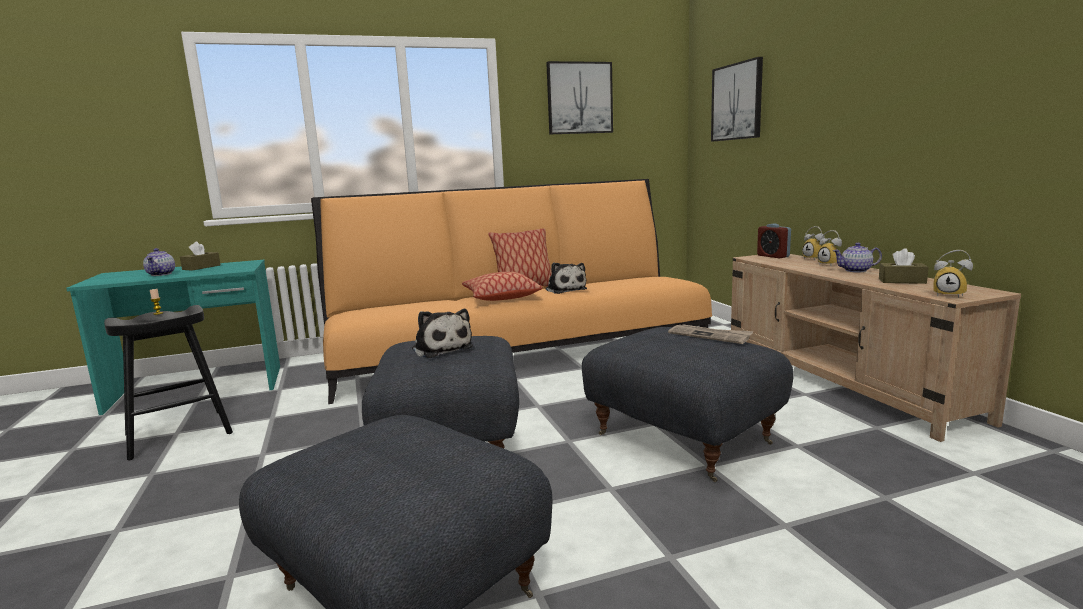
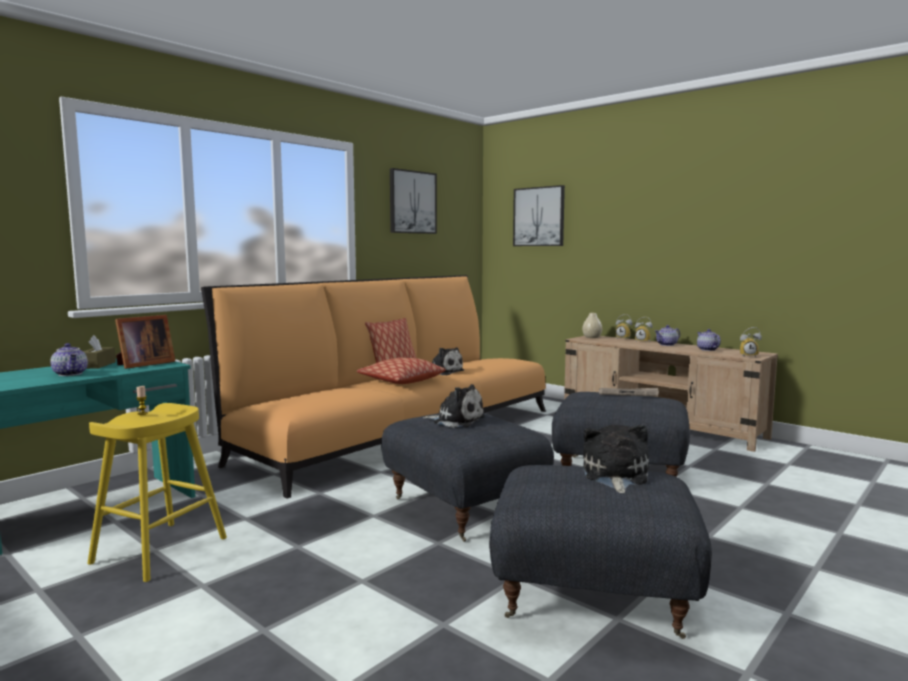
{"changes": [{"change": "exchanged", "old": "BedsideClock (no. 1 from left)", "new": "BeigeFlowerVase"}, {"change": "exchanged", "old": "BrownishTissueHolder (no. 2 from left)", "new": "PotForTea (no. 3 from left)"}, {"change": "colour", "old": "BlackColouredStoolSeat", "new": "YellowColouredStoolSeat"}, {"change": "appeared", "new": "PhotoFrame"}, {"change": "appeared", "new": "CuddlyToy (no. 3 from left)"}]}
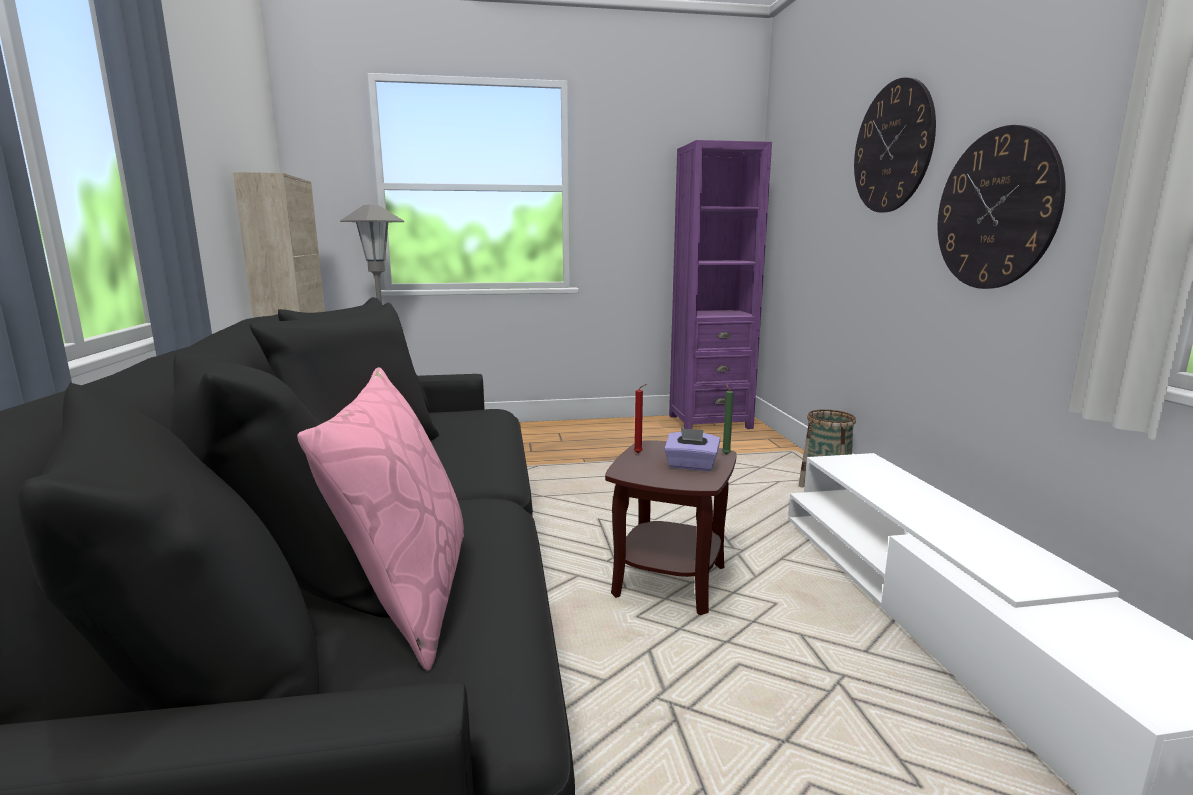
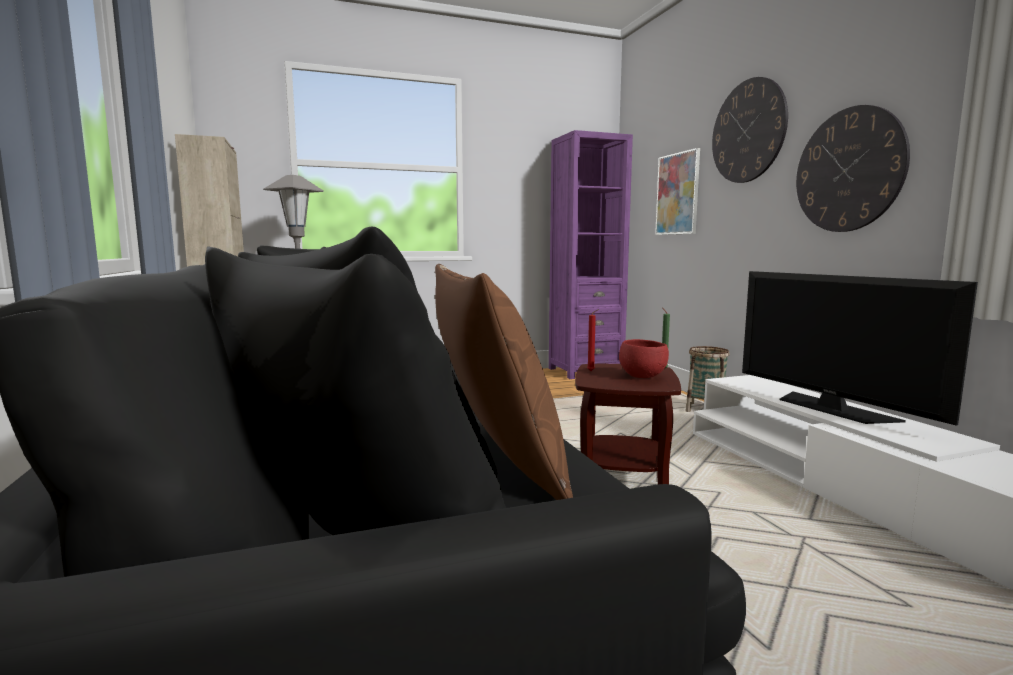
{"changes": [{"change": "colour", "old": "PinkishCushion", "new": "BrownishCushion"}, {"change": "exchanged", "old": "PurpleColouredTissueHolder", "new": "RedColouredDeepDish"}, {"change": "appeared", "new": "WallPicture"}, {"change": "appeared", "new": "TvSet"}]}
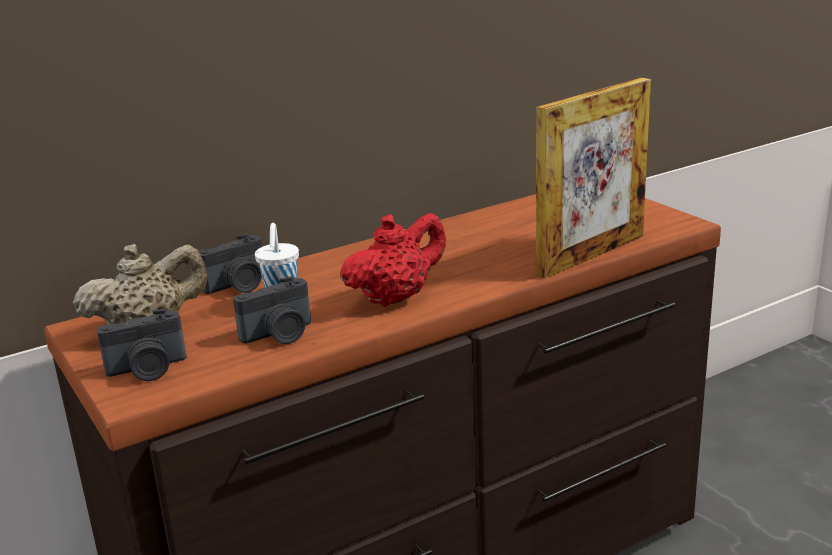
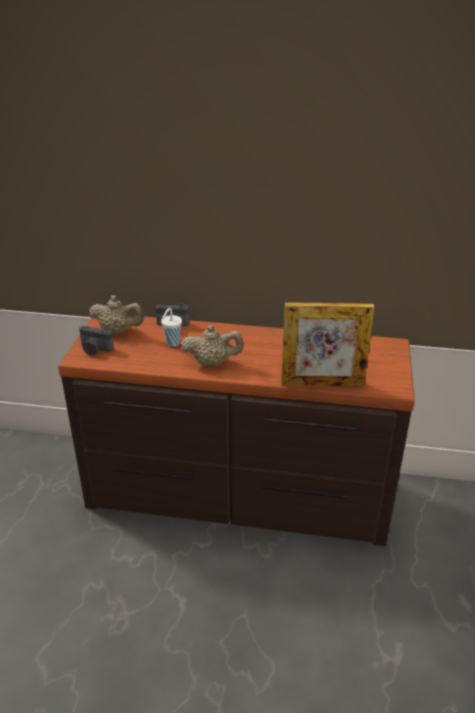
{"changes": [{"change": "colour", "old": "RedColouredPotForTea", "new": "BeigePotForTea (no. 2 from left)"}, {"change": "missing", "old": "PhotoCamera (no. 3 from left)"}]}
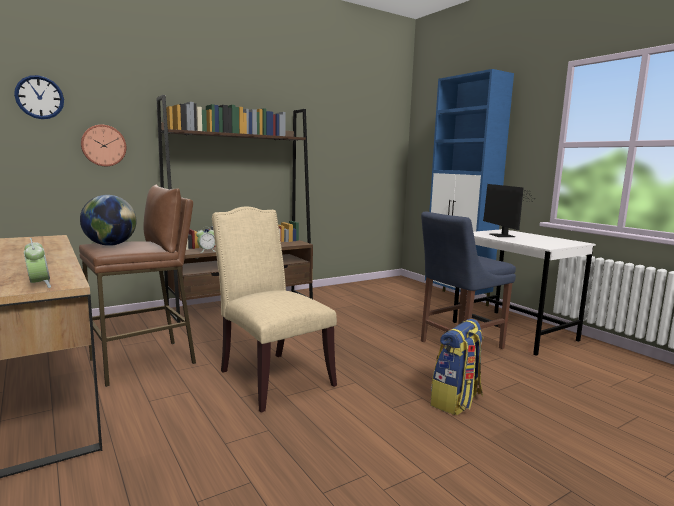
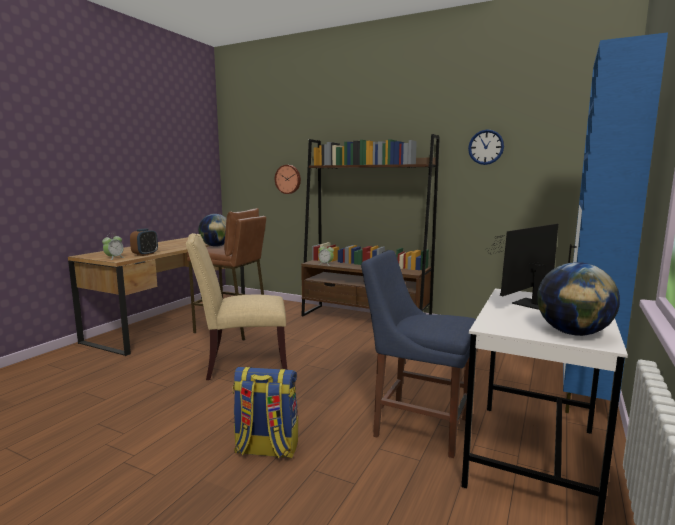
{"changes": [{"change": "relocated", "old": "WallClock (no. 1 from left in the first image)", "new": "WallClock (no. 2 from left)"}, {"change": "spun", "old": "BeigeUprightChair", "degrees": -120}, {"change": "appeared", "new": "BedsideClock (no. 2 from left)"}, {"change": "appeared", "new": "Globe (no. 2 from left)"}]}
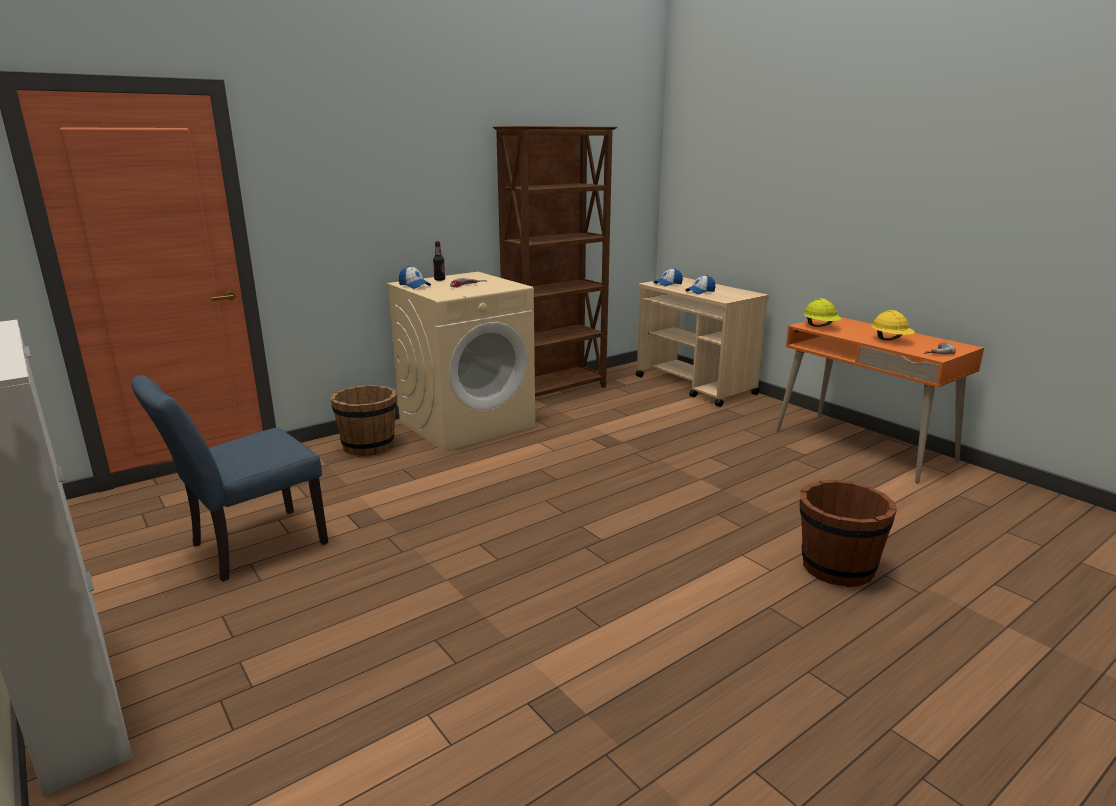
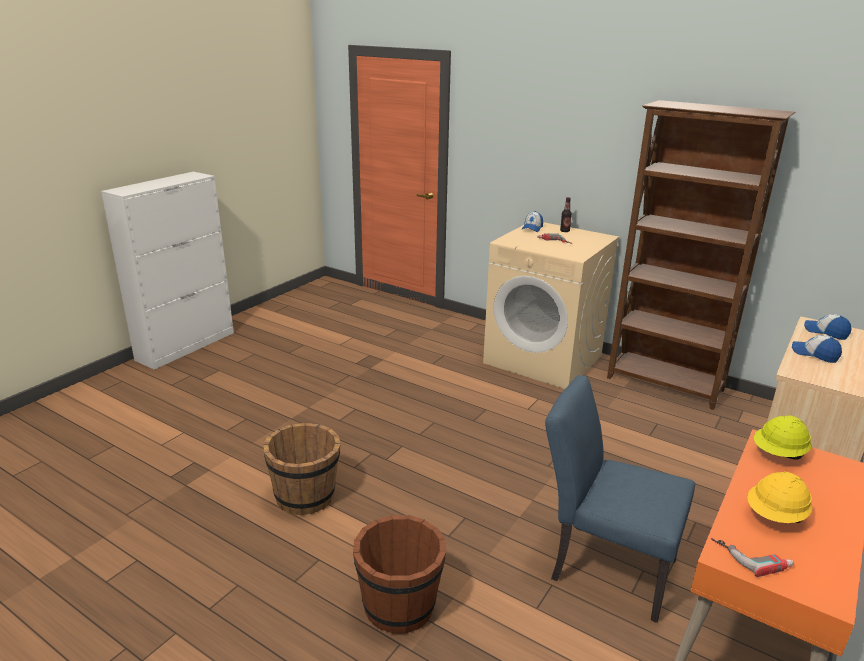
{"changes": [{"change": "relocated", "old": "BlueColouredUprightChair"}, {"change": "relocated", "old": "BrownishBucket (no. 1 from left)"}]}
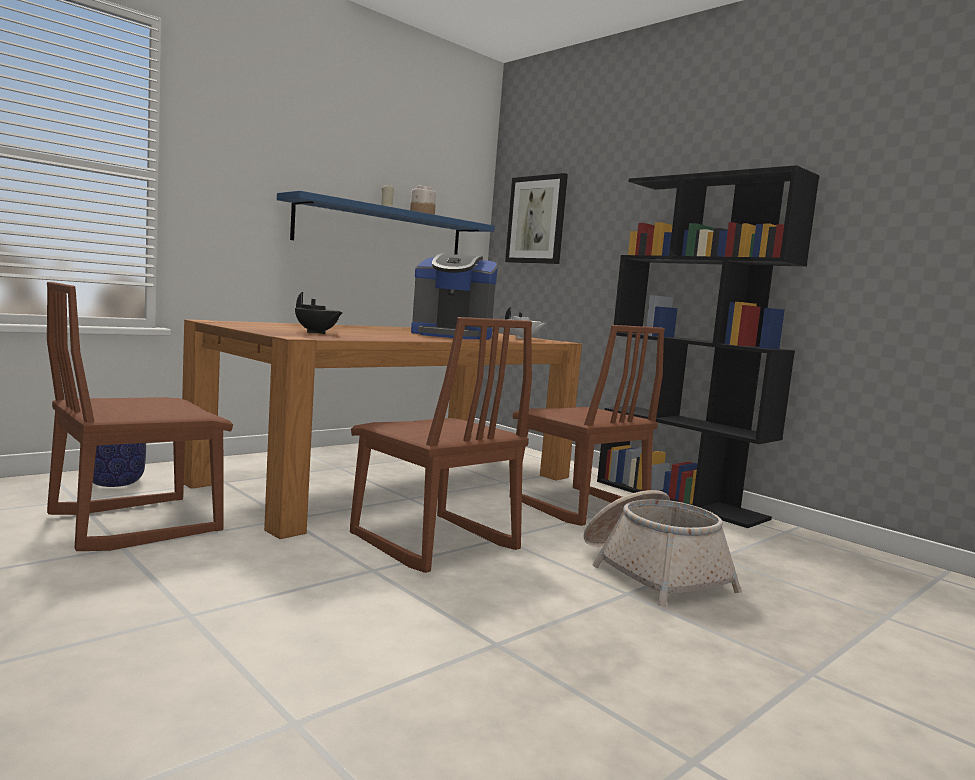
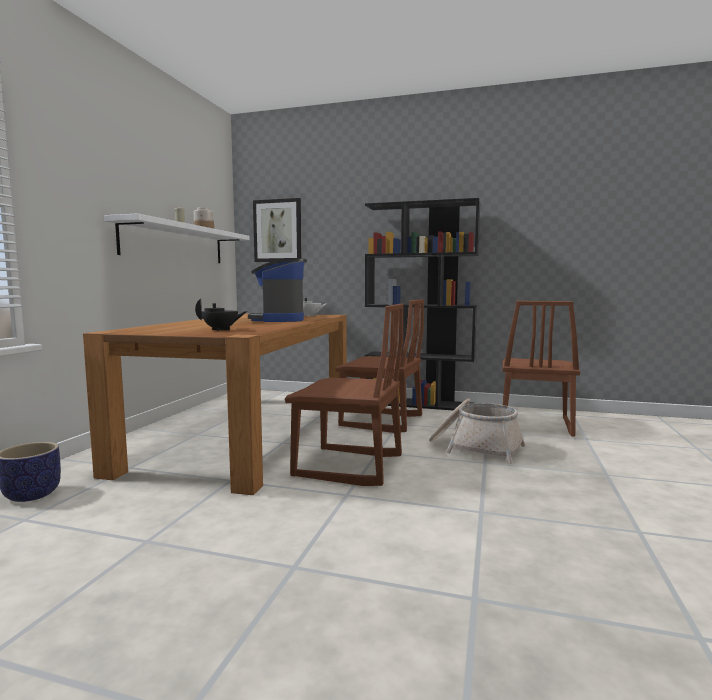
{"changes": [{"change": "colour", "old": "BlueColouredBracketShelf", "new": "WhiteBracketShelf"}, {"change": "spun", "old": "CoffeeBrewer", "degrees": 105}, {"change": "relocated", "old": "BrownishUprightChair (no. 1 from left in the first image)", "new": "BrownishUprightChair (no. 3 from left)"}]}
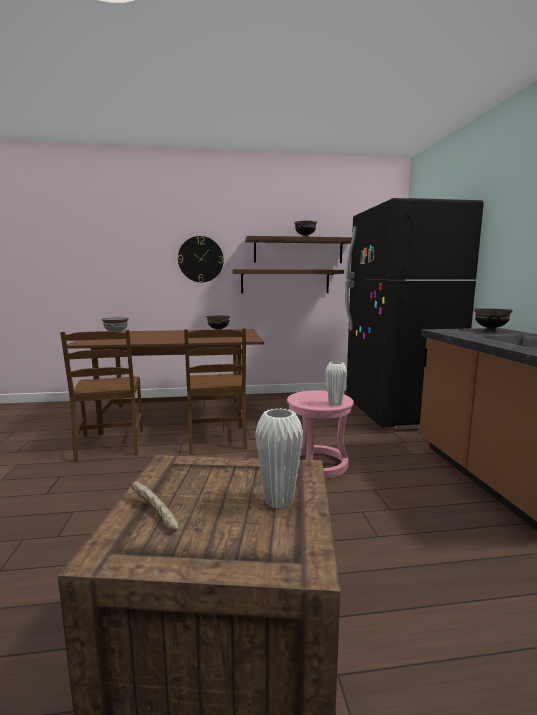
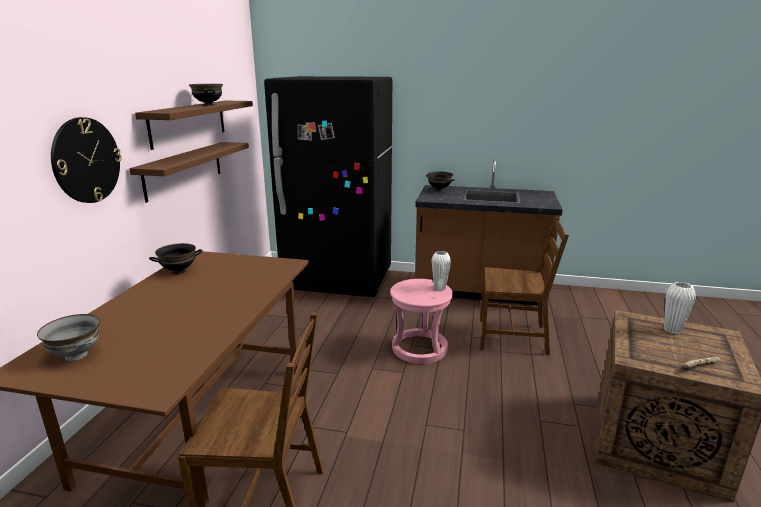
{"changes": [{"change": "relocated", "old": "BrownishUprightChair (no. 2 from left)"}]}
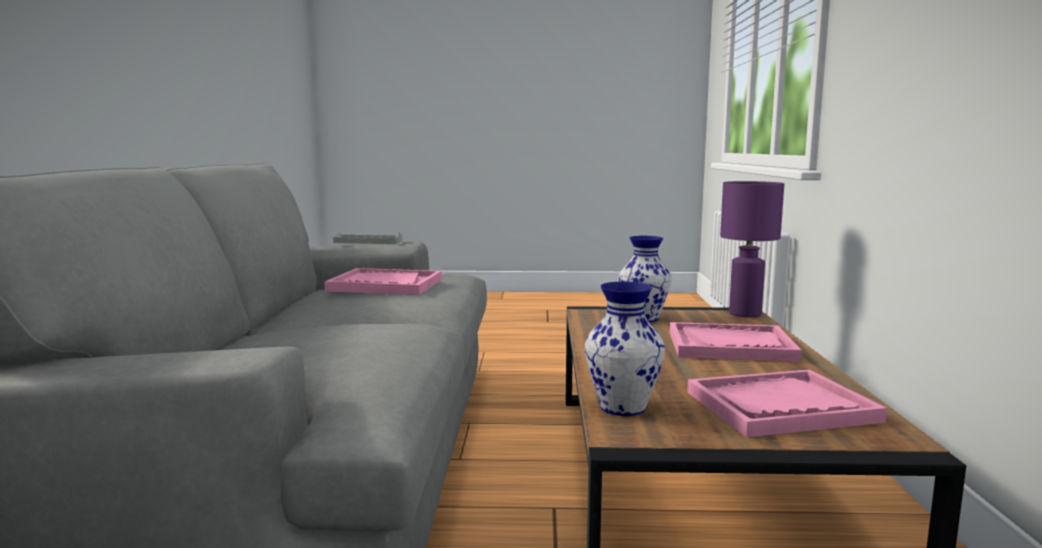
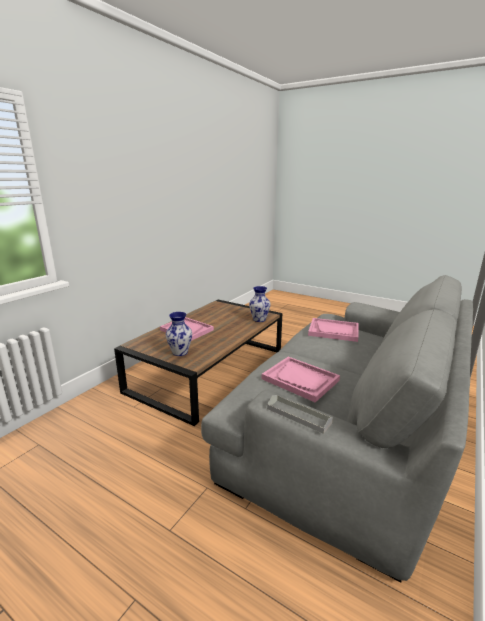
{"changes": [{"change": "missing", "old": "PurpleColouredLampForATable"}, {"change": "relocated", "old": "PinkishCarryingTray (no. 3 from left)"}]}
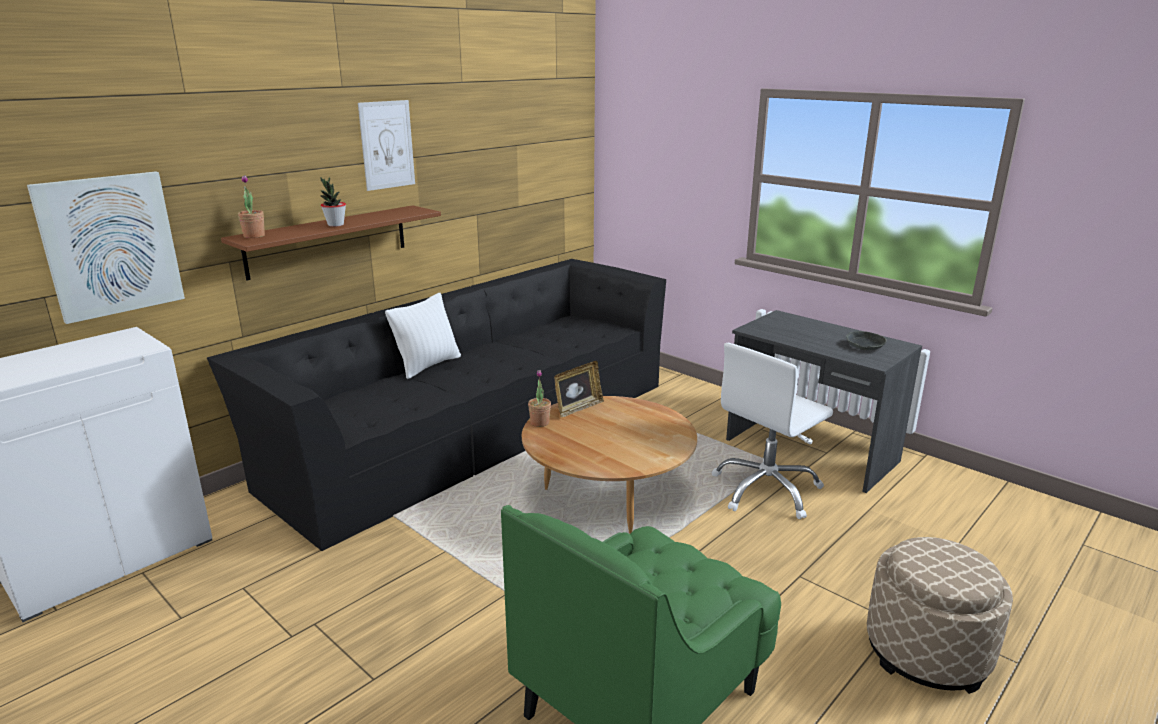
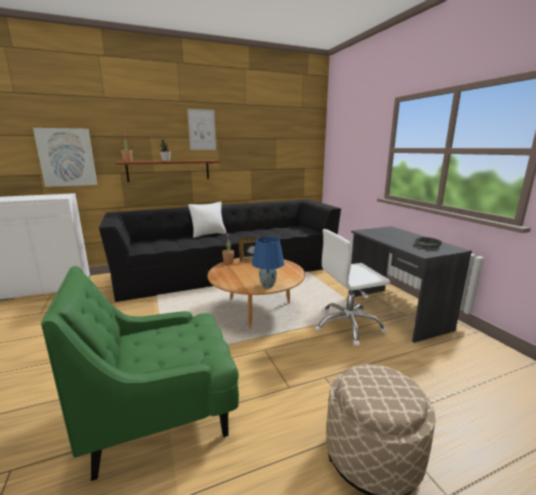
{"changes": [{"change": "appeared", "new": "BlueColouredLampForATable"}]}
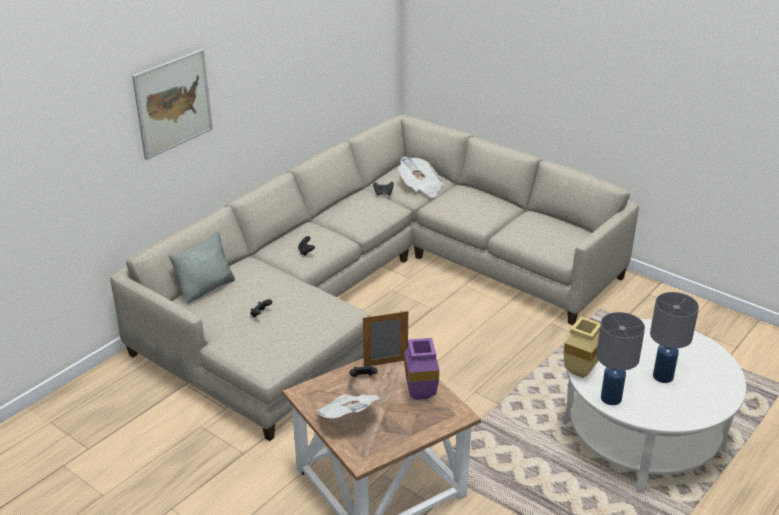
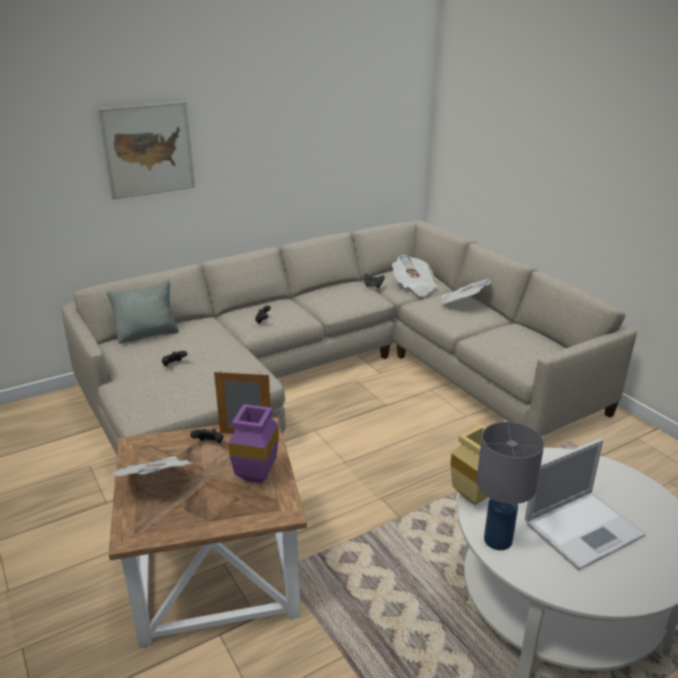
{"changes": [{"change": "exchanged", "old": "GreyLampForATable (no. 2 from left)", "new": "Laptop"}, {"change": "appeared", "new": "Newspaper (no. 3 from left)"}]}
